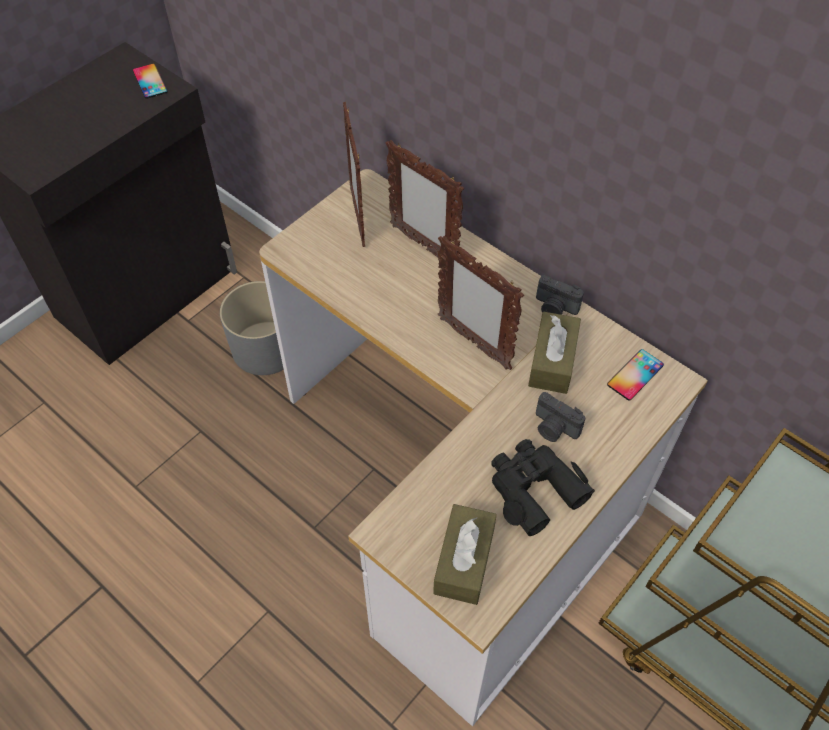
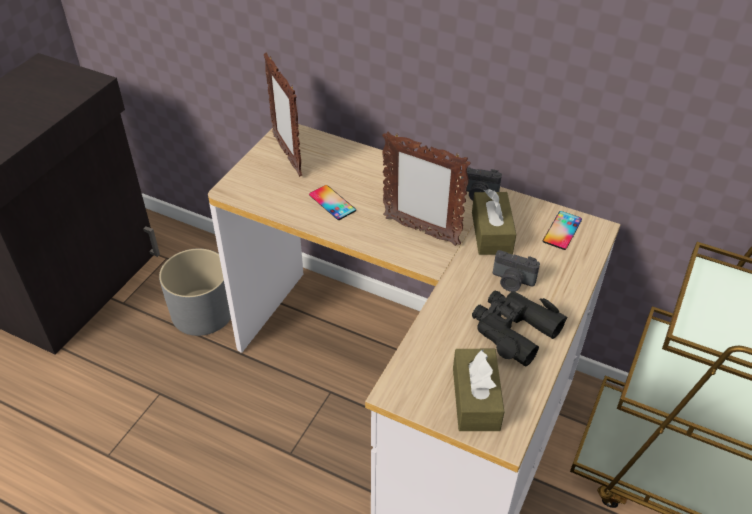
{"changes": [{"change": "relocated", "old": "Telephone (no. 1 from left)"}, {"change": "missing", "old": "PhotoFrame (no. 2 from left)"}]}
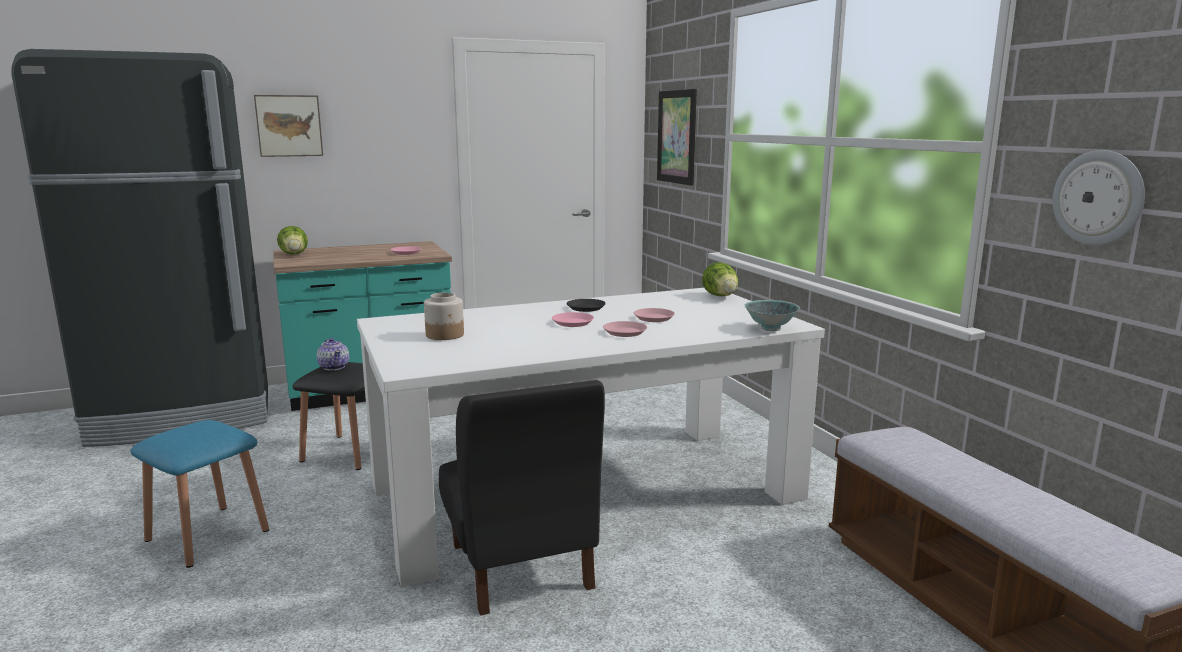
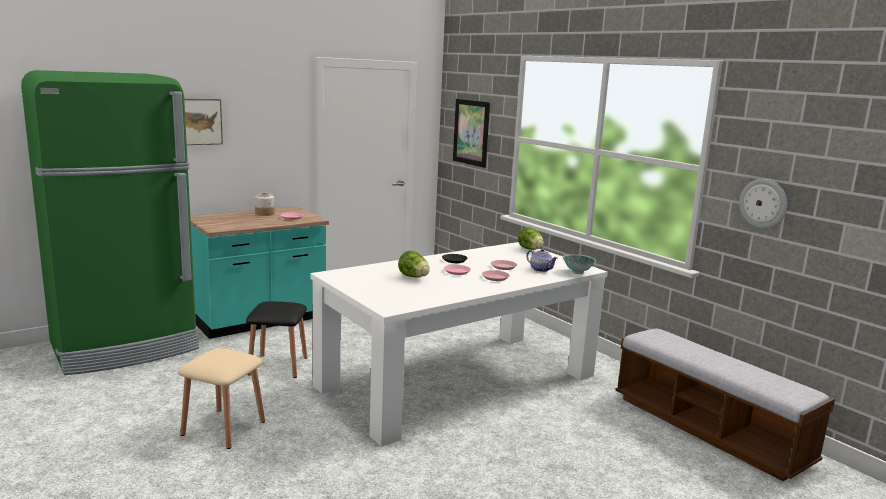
{"changes": [{"change": "colour", "old": "BlackColouredKitchenFridge", "new": "GreenColouredKitchenFridge"}, {"change": "relocated", "old": "Lettuce (no. 1 from left)"}, {"change": "relocated", "old": "Jar"}, {"change": "relocated", "old": "PotForTea"}, {"change": "missing", "old": "BlackColouredUprightChair"}, {"change": "colour", "old": "BlueColouredStoolSeat", "new": "BeigeStoolSeat"}]}
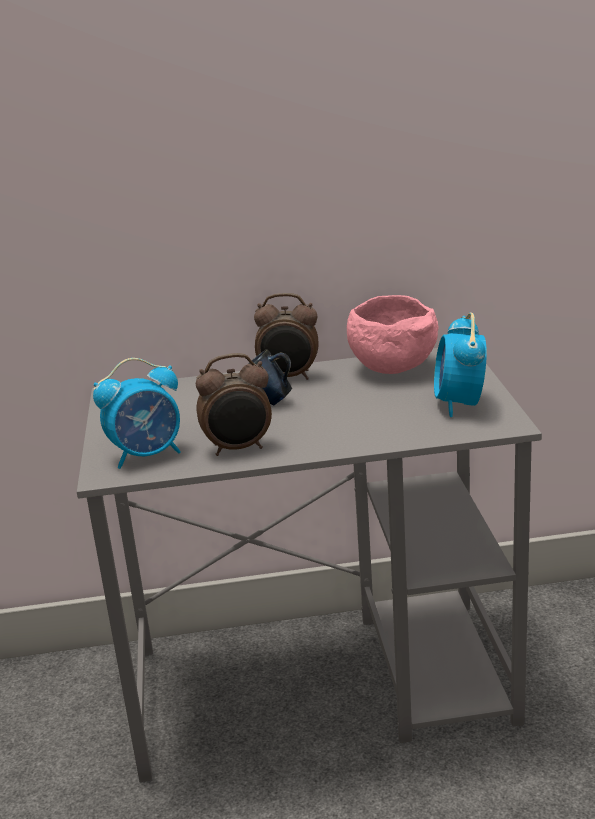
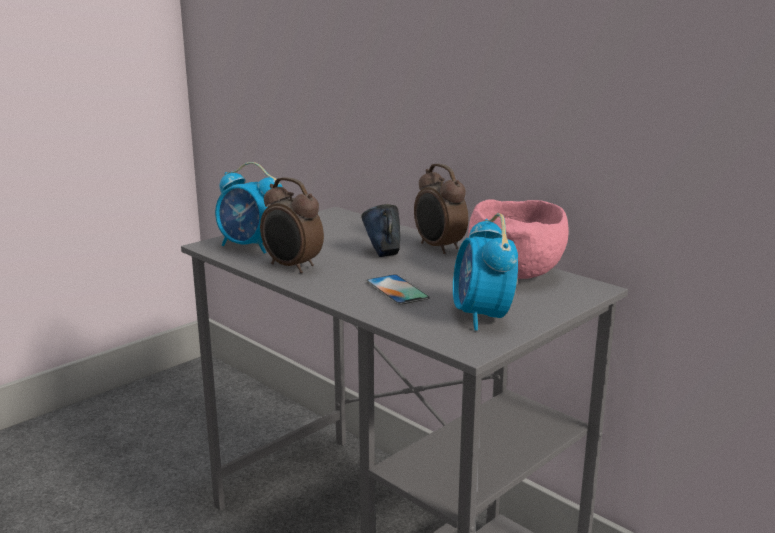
{"changes": [{"change": "spun", "old": "BedsideClock (no. 4 from left)", "degrees": -60}, {"change": "appeared", "new": "Telephone"}]}
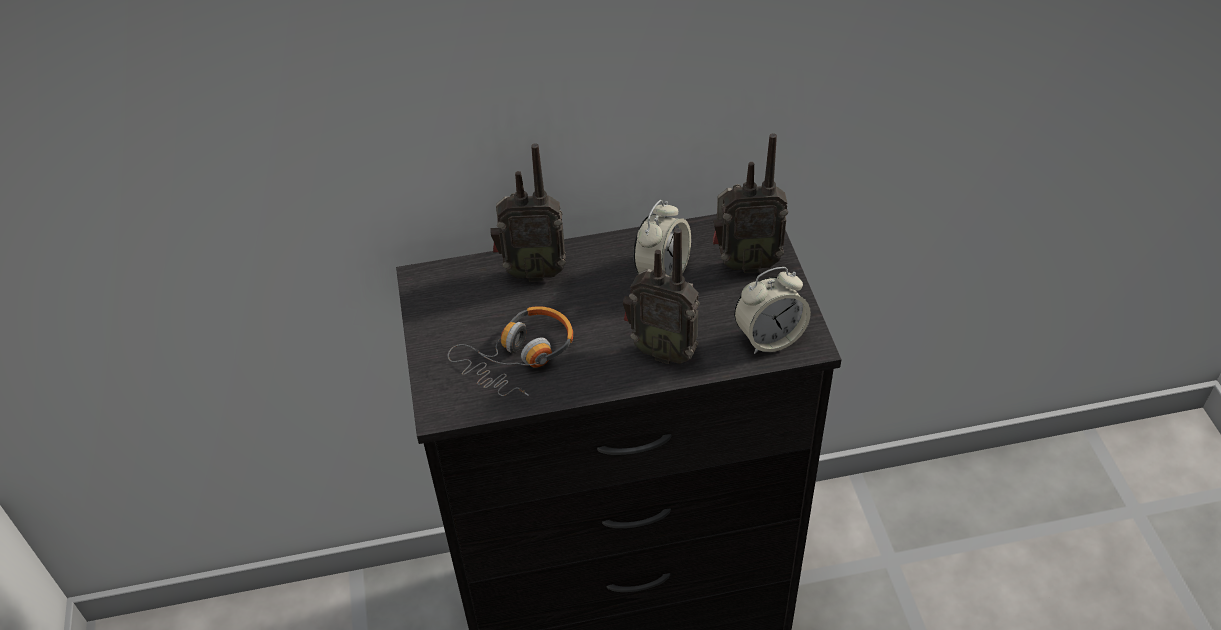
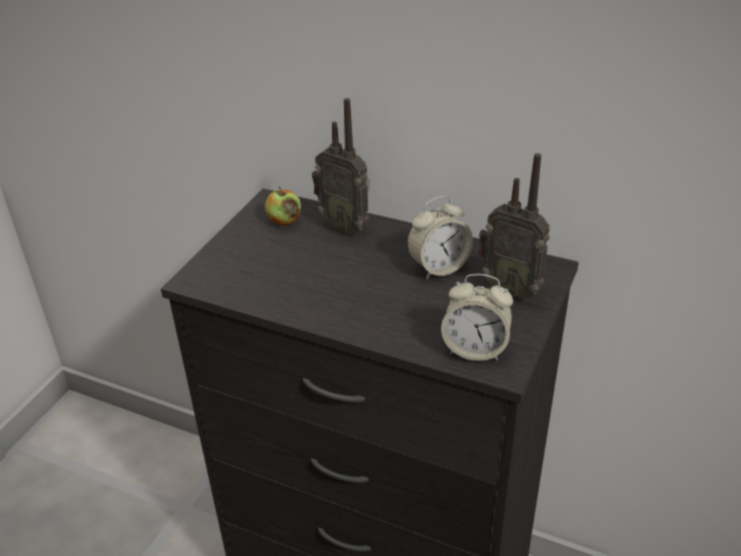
{"changes": [{"change": "missing", "old": "RadioReceiver (no. 2 from left)"}, {"change": "missing", "old": "Headset"}, {"change": "appeared", "new": "WholeApple"}]}
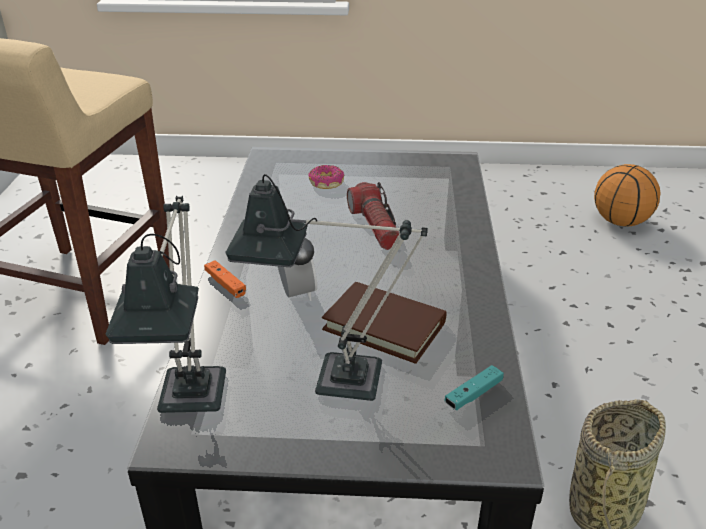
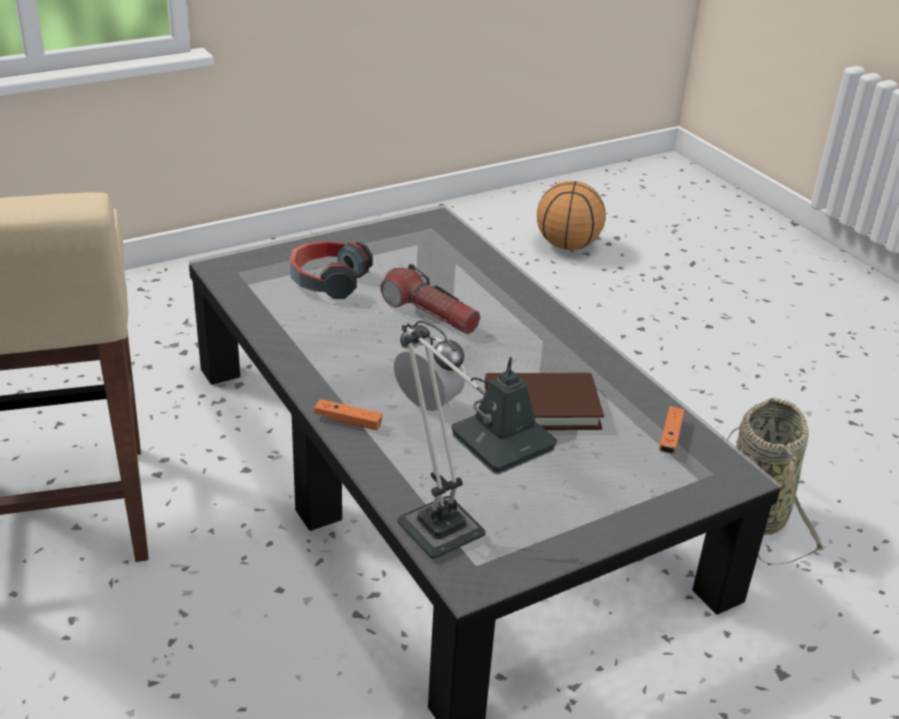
{"changes": [{"change": "exchanged", "old": "Donut", "new": "Headset"}, {"change": "missing", "old": "LampForATable (no. 2 from left)"}, {"change": "colour", "old": "TurquoiseGameController", "new": "OrangeyGameController (no. 2 from left)"}]}
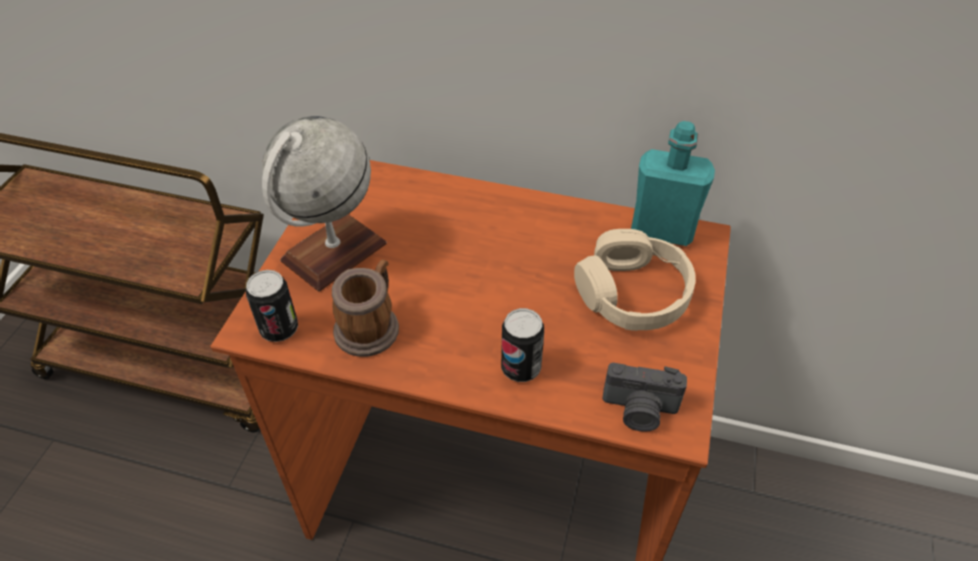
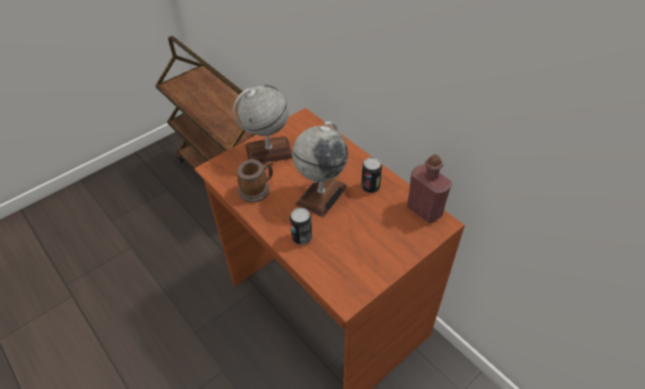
{"changes": [{"change": "colour", "old": "TurquoiseDrinkBottle", "new": "RedColouredDrinkBottle"}, {"change": "missing", "old": "BeigeHeadset"}, {"change": "relocated", "old": "SealedCan (no. 1 from left in the first image)", "new": "SealedCan (no. 2 from left)"}, {"change": "missing", "old": "PhotoCamera"}, {"change": "appeared", "new": "Globe (no. 2 from left)"}]}
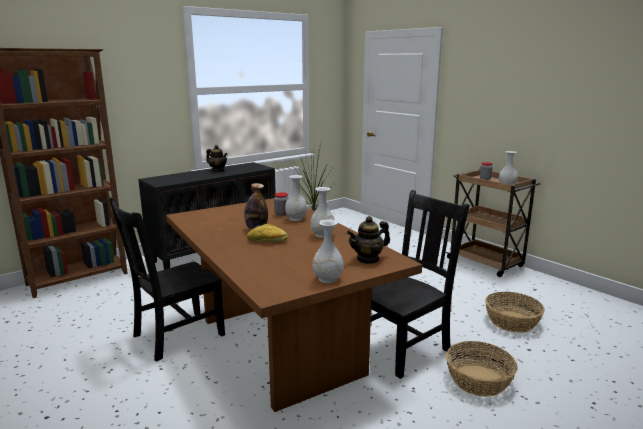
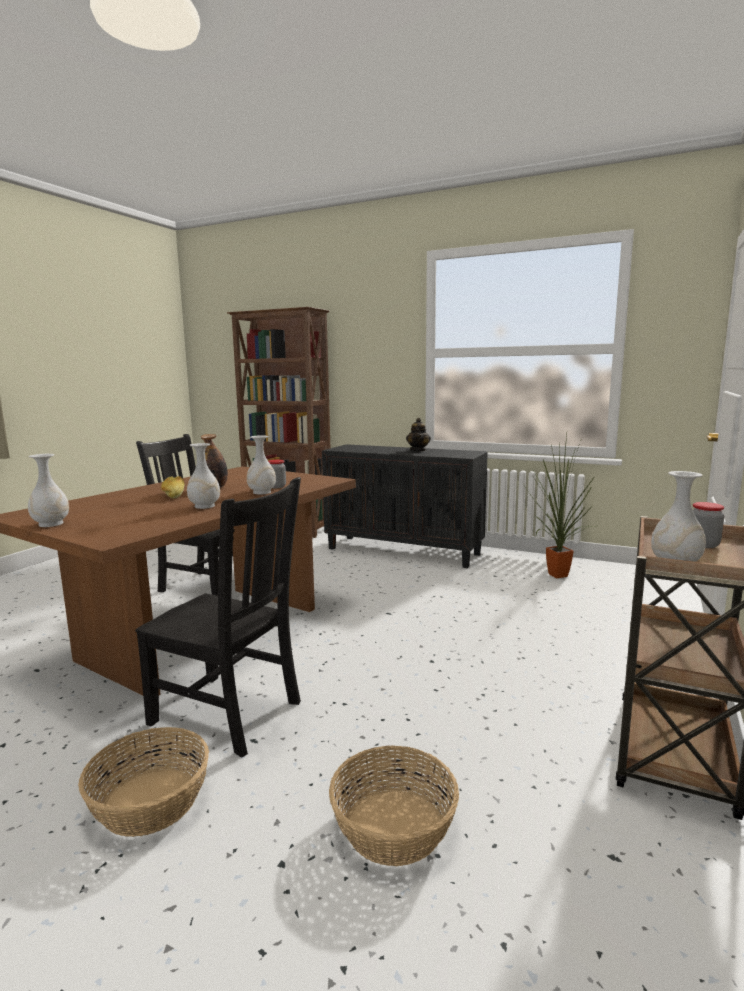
{"changes": [{"change": "missing", "old": "PotForTea (no. 2 from left)"}]}
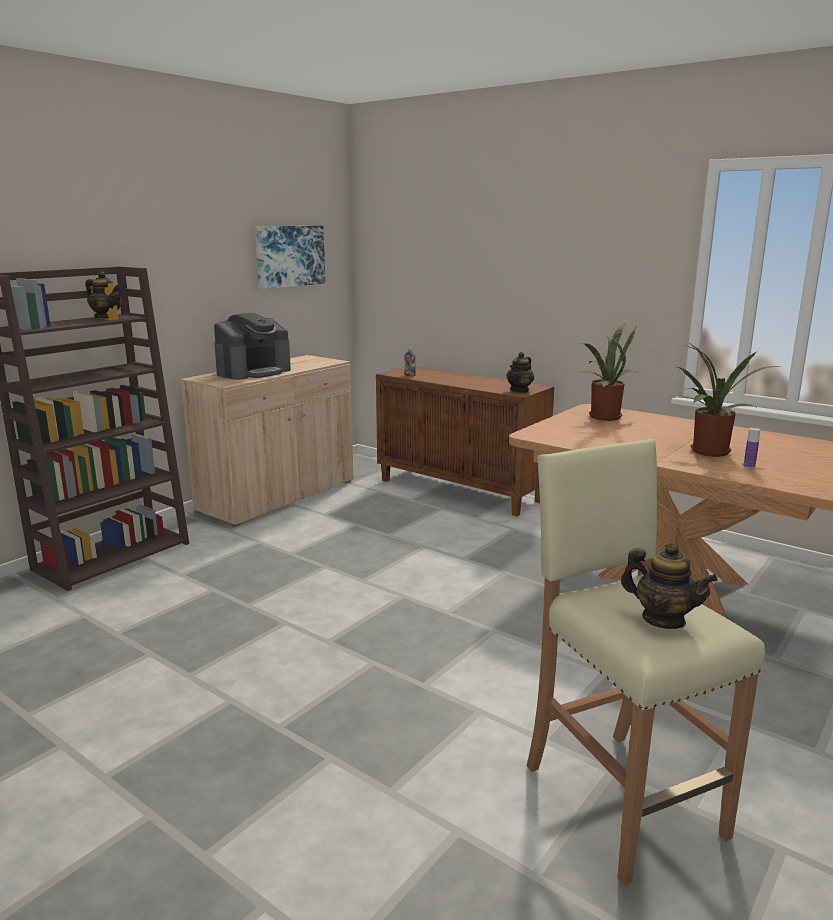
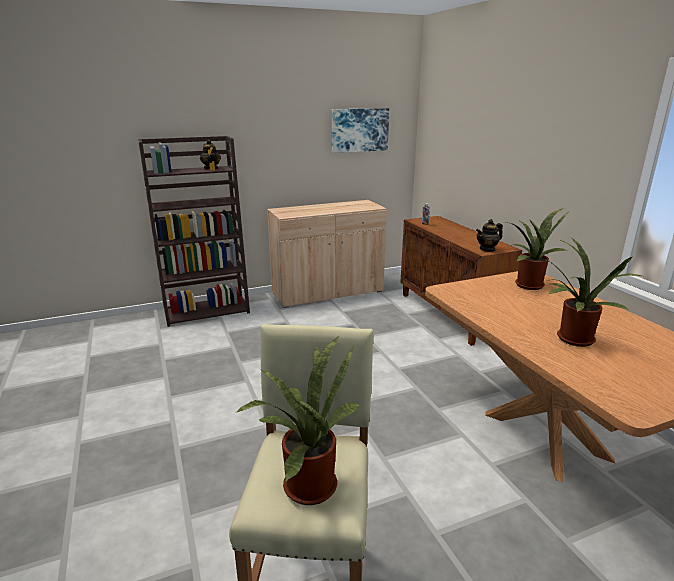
{"changes": [{"change": "missing", "old": "CoffeeBrewer"}, {"change": "missing", "old": "DrinkBottle (no. 2 from left)"}, {"change": "exchanged", "old": "PotForTea (no. 3 from left)", "new": "PottedPlant (no. 1 from left)"}]}
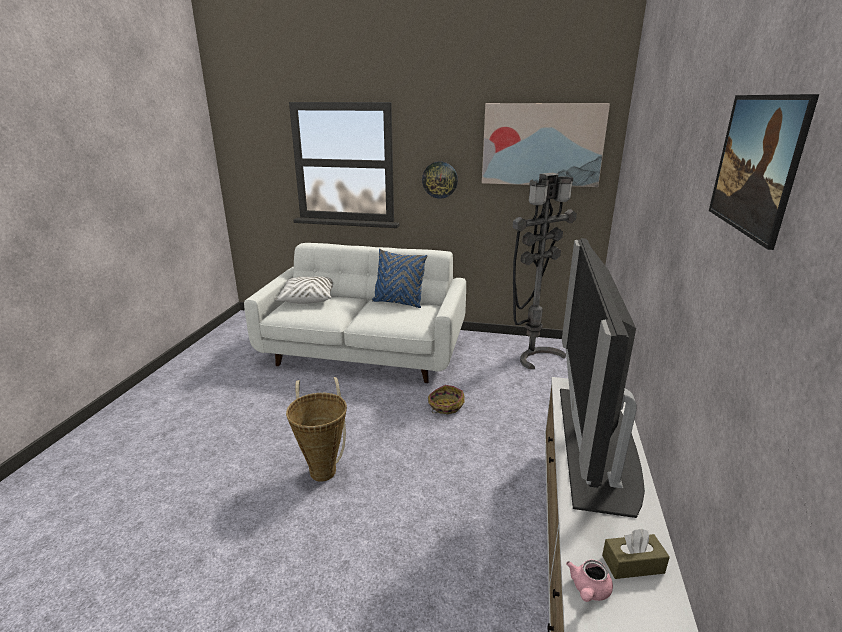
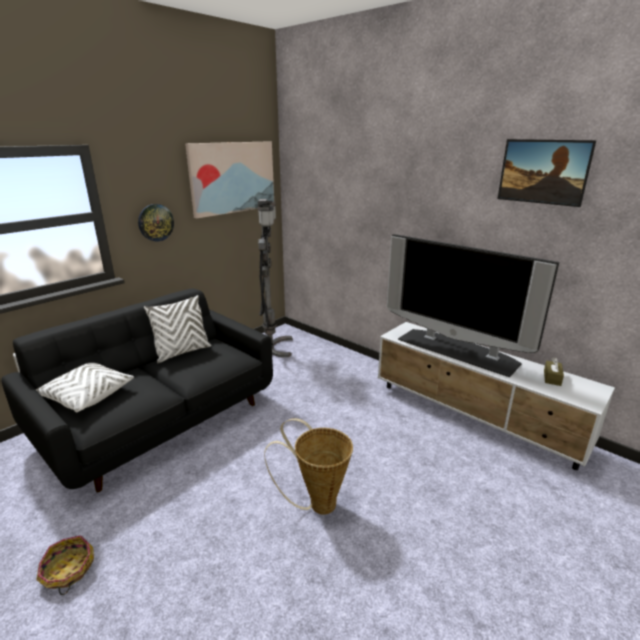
{"changes": [{"change": "colour", "old": "WhiteSettee", "new": "BlackColouredSettee"}, {"change": "colour", "old": "BlueColouredCushion", "new": "WhiteCushion (no. 2 from left)"}, {"change": "relocated", "old": "HouseholdBasket (no. 2 from left in the first image)", "new": "HouseholdBasket (no. 1 from left)"}, {"change": "missing", "old": "PinkishPotForTea"}]}
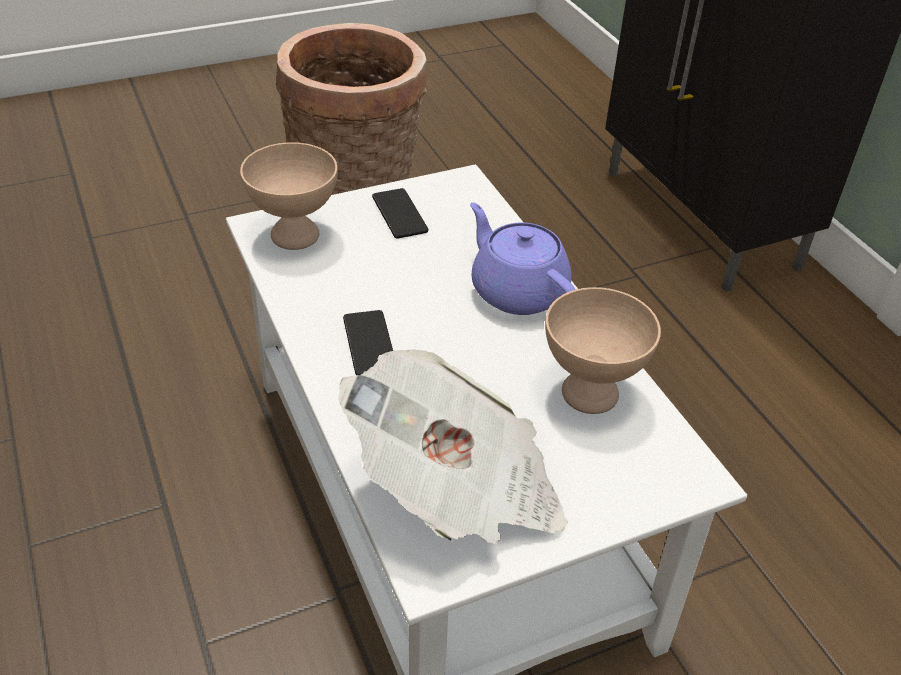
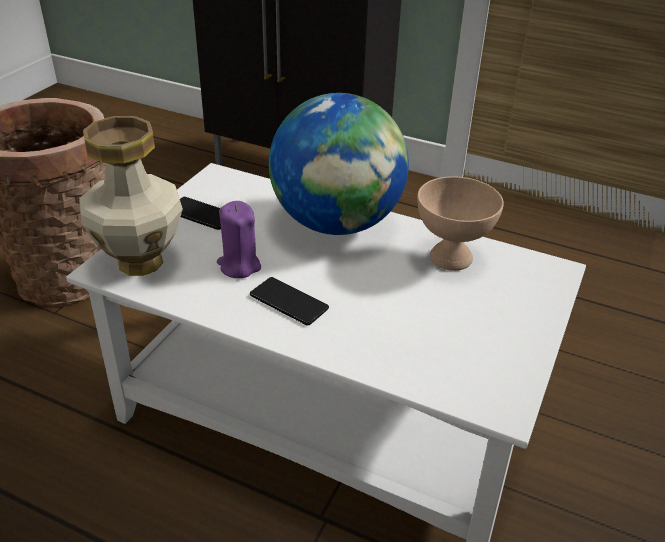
{"changes": [{"change": "exchanged", "old": "BeigeDeepDish (no. 1 from left)", "new": "FlowerVase"}, {"change": "exchanged", "old": "PurpleColouredPotForTea", "new": "Globe"}, {"change": "missing", "old": "Newspaper"}, {"change": "appeared", "new": "PurpleColouredWaxLight"}]}
